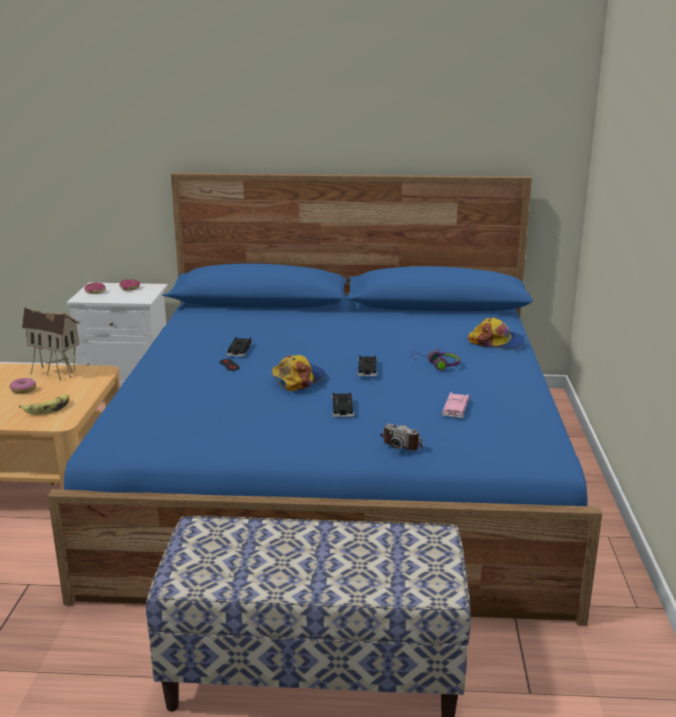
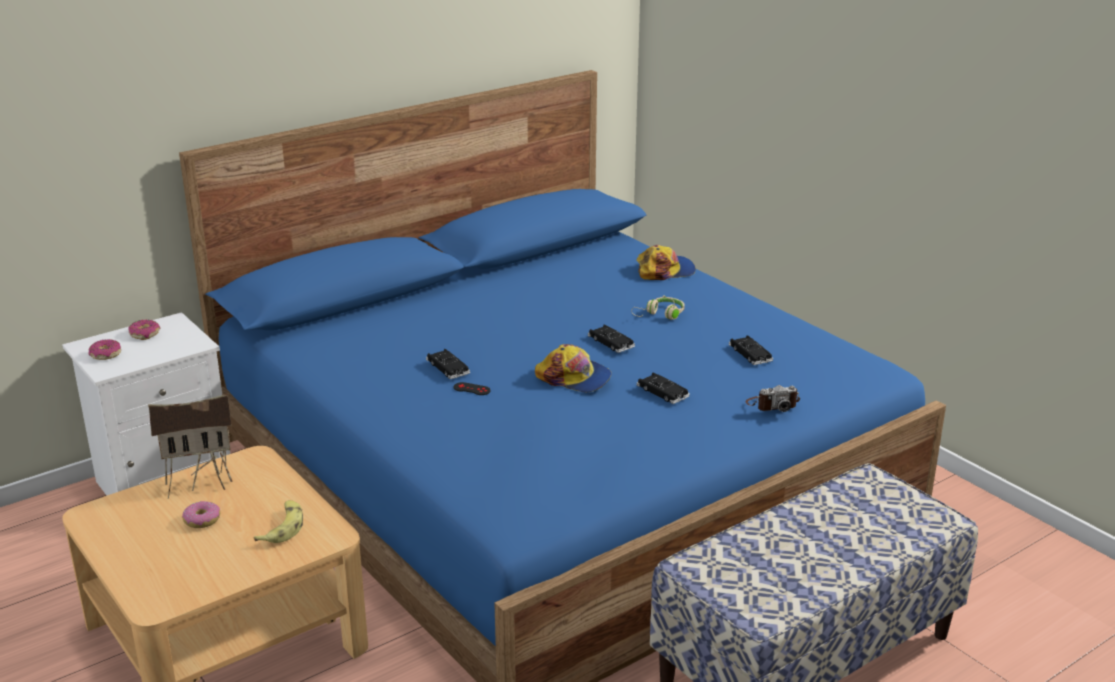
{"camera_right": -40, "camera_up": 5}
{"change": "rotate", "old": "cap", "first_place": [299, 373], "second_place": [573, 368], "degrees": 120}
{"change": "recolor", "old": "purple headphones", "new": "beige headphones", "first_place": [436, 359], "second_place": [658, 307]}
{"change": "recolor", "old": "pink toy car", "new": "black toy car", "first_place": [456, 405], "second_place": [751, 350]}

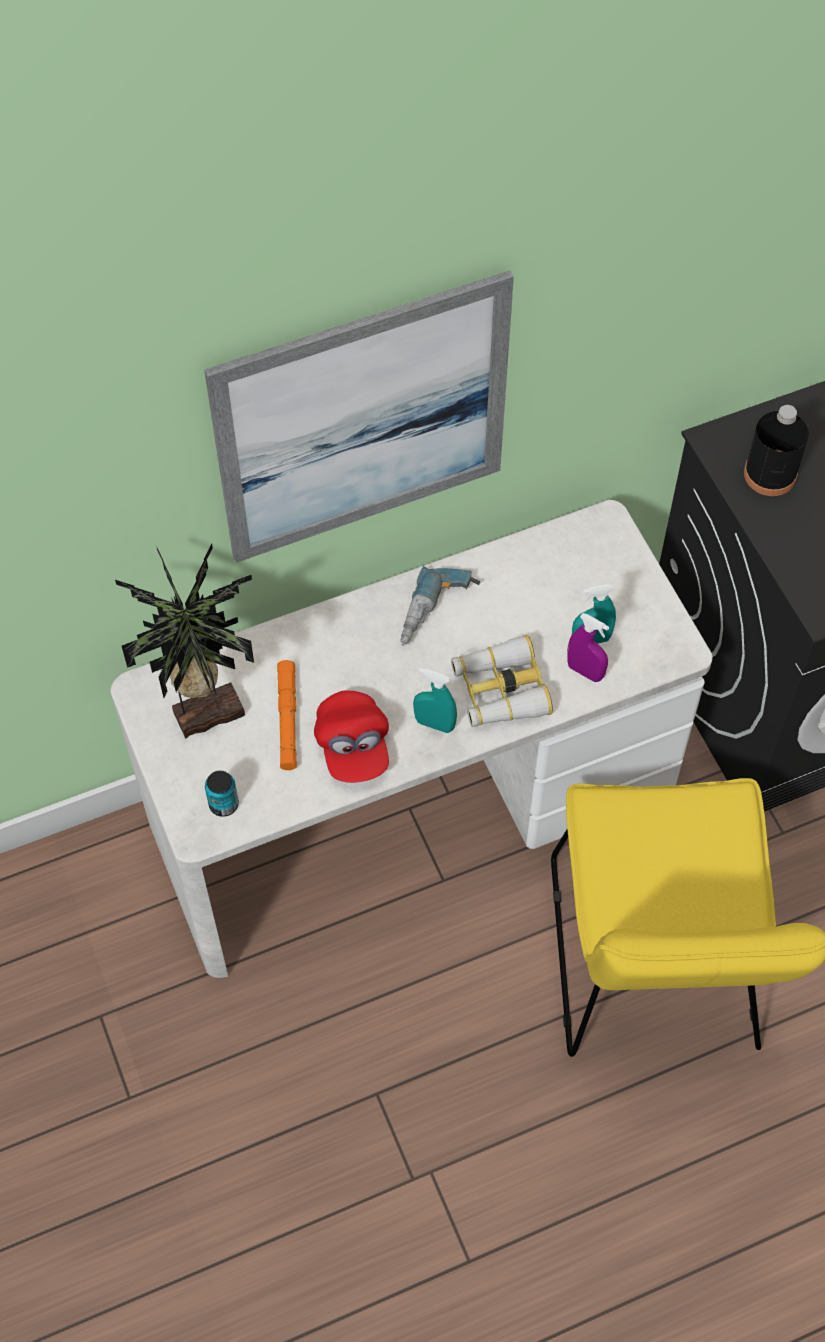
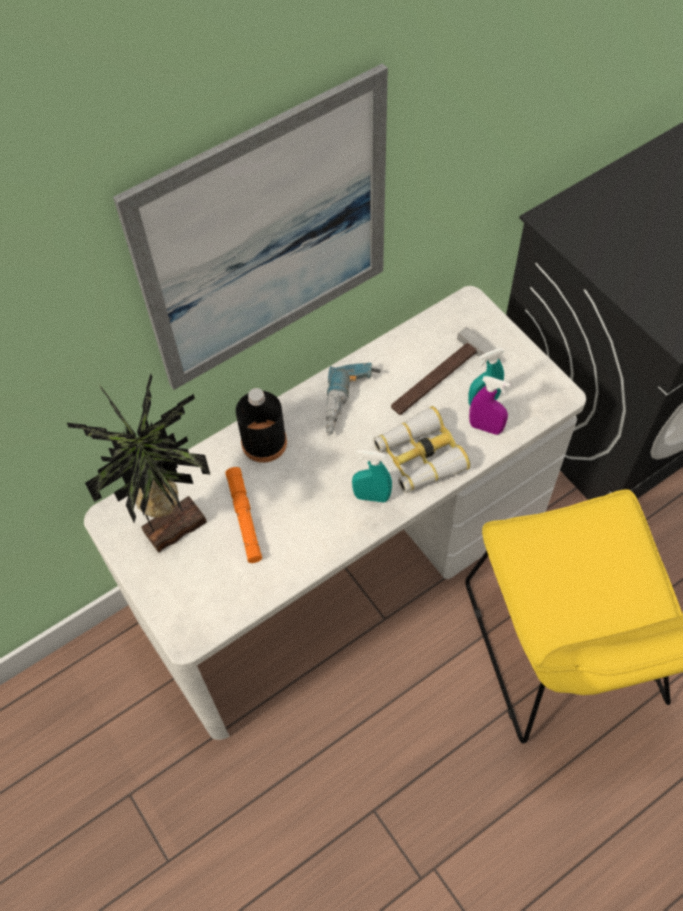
{"camera_right": -10, "camera_up": 0}
{"change": "delete", "old": "can", "first_place": [222, 794]}
{"change": "delete", "old": "red cap", "first_place": [351, 737]}
{"change": "move", "old": "black bottle", "first_place": [776, 450], "second_place": [261, 425]}
{"change": "insert", "new": "hammer", "second_place": [445, 371]}

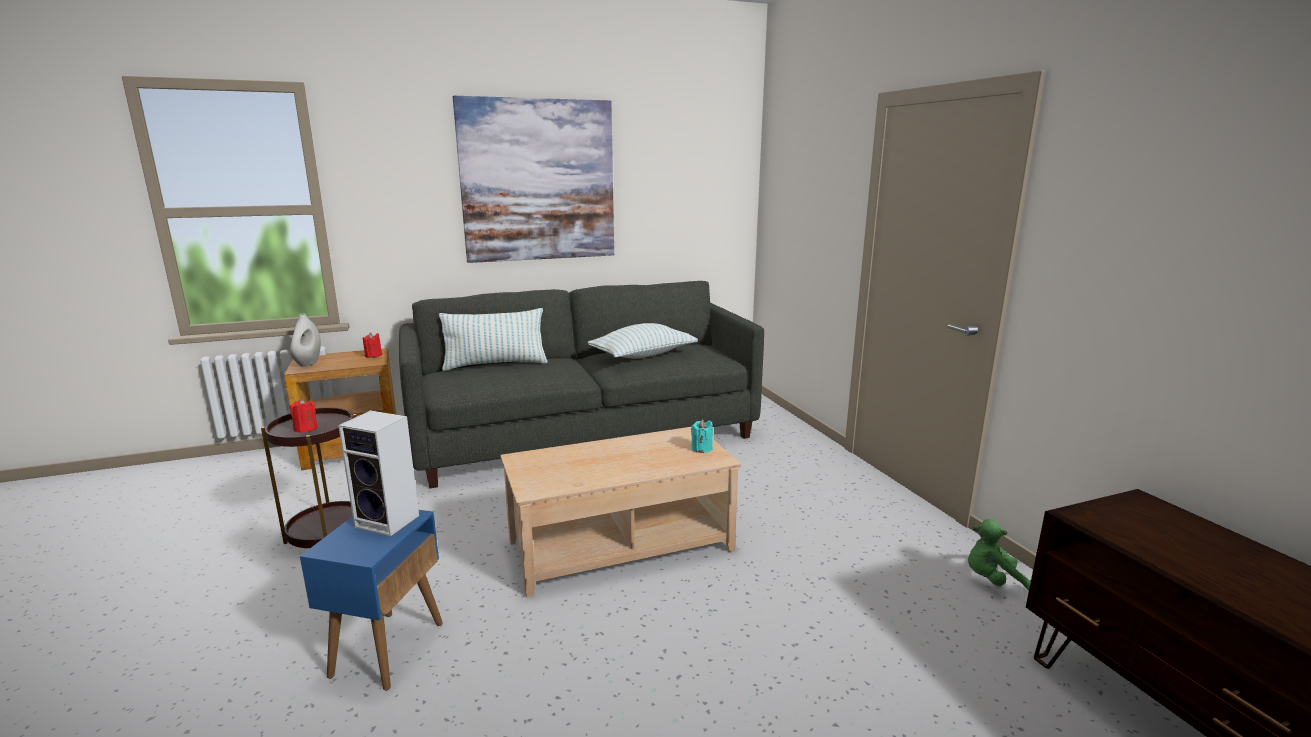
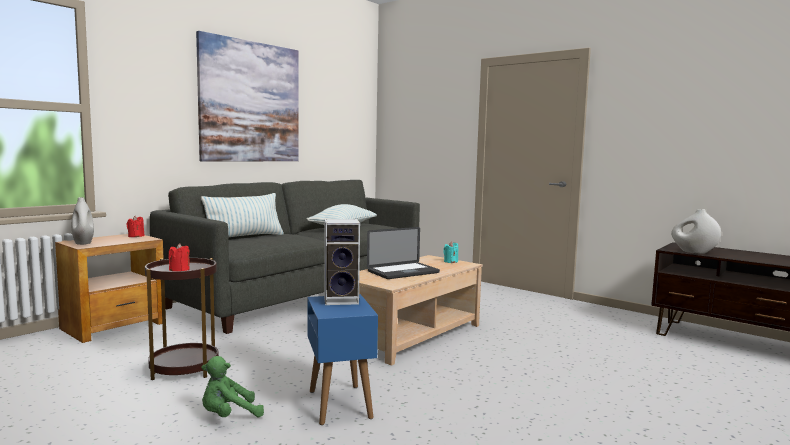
{"camera_right": -30, "camera_up": -10}
{"change": "move", "old": "green plush toy", "first_place": [999, 555], "second_place": [233, 386]}
{"change": "insert", "new": "laptop", "second_place": [403, 253]}
{"change": "insert", "new": "white vase", "second_place": [696, 231]}

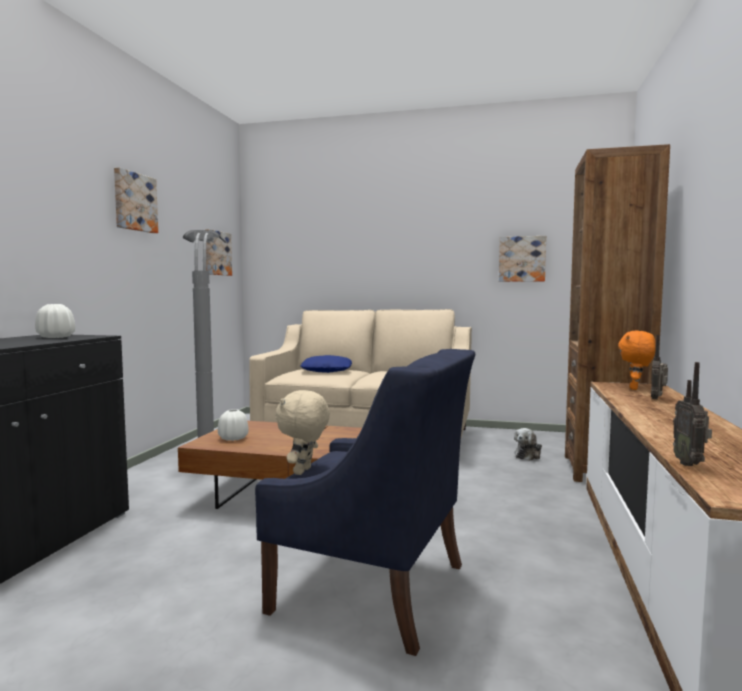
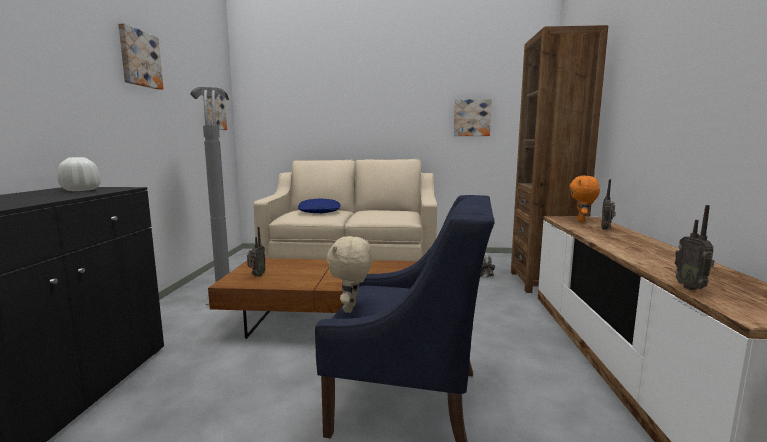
{"camera_right": -10, "camera_up": 5}
{"change": "replace", "old": "white vase", "new": "radio", "first_place": [233, 425], "second_place": [256, 252]}

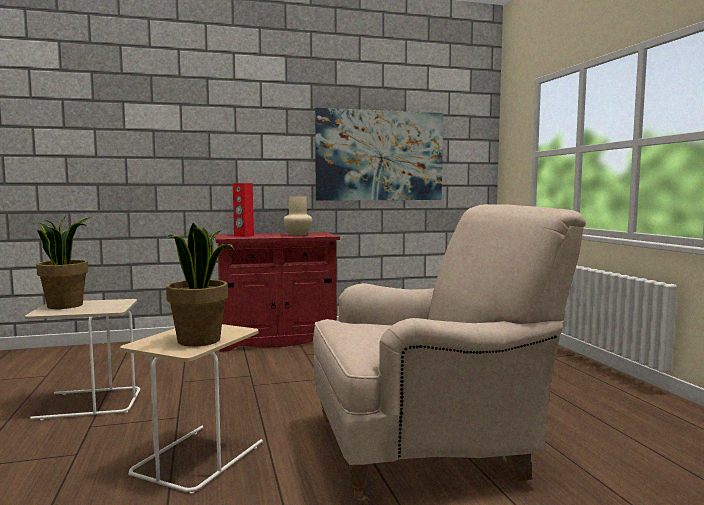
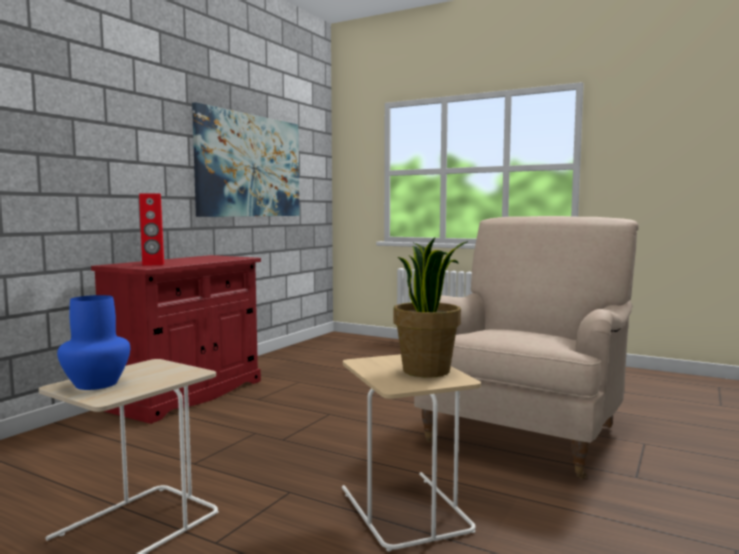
{"camera_right": -45, "camera_up": 0}
{"change": "replace", "old": "potted plant", "new": "blue vase", "first_place": [63, 262], "second_place": [93, 342]}
{"change": "delete", "old": "beige vase", "first_place": [297, 216]}

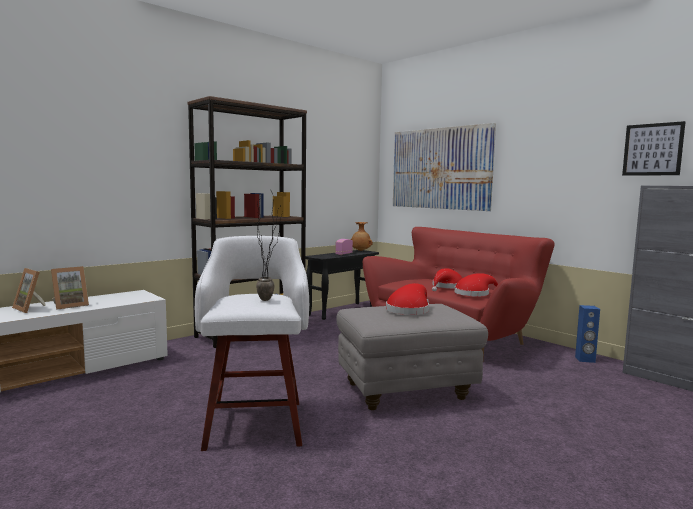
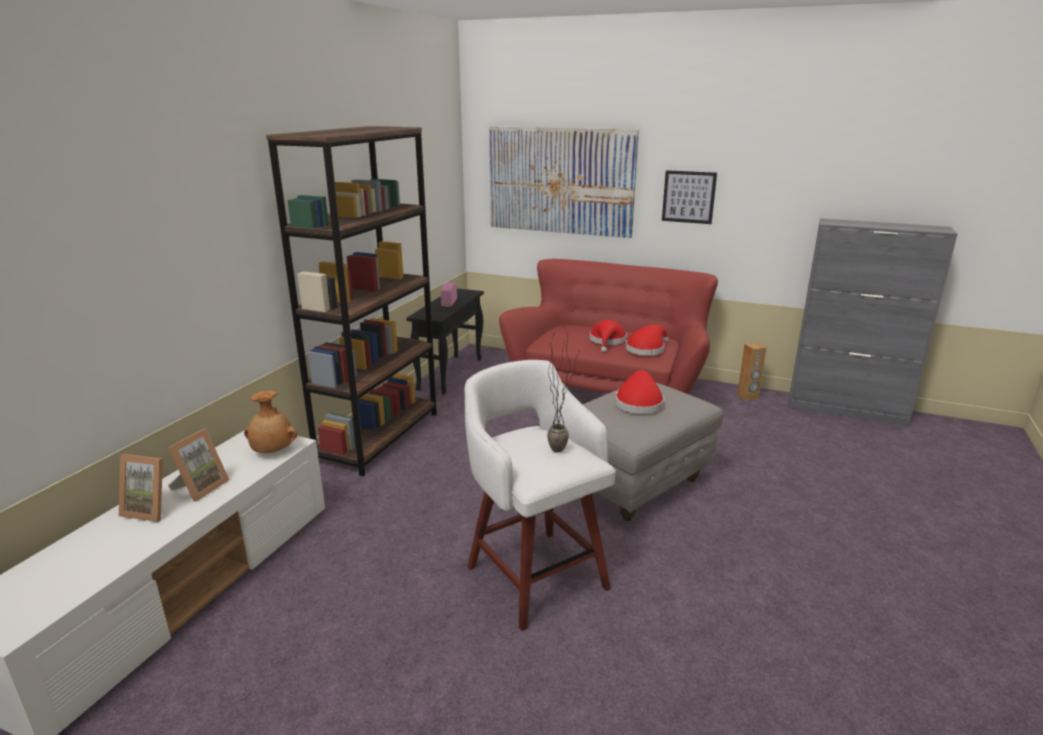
{"camera_right": -25, "camera_up": 15}
{"change": "move", "old": "brown vase", "first_place": [362, 236], "second_place": [270, 422]}
{"change": "recolor", "old": "blue speaker", "new": "brown speaker", "first_place": [587, 334], "second_place": [752, 372]}
{"change": "move", "old": "picture", "first_place": [654, 148], "second_place": [689, 197]}

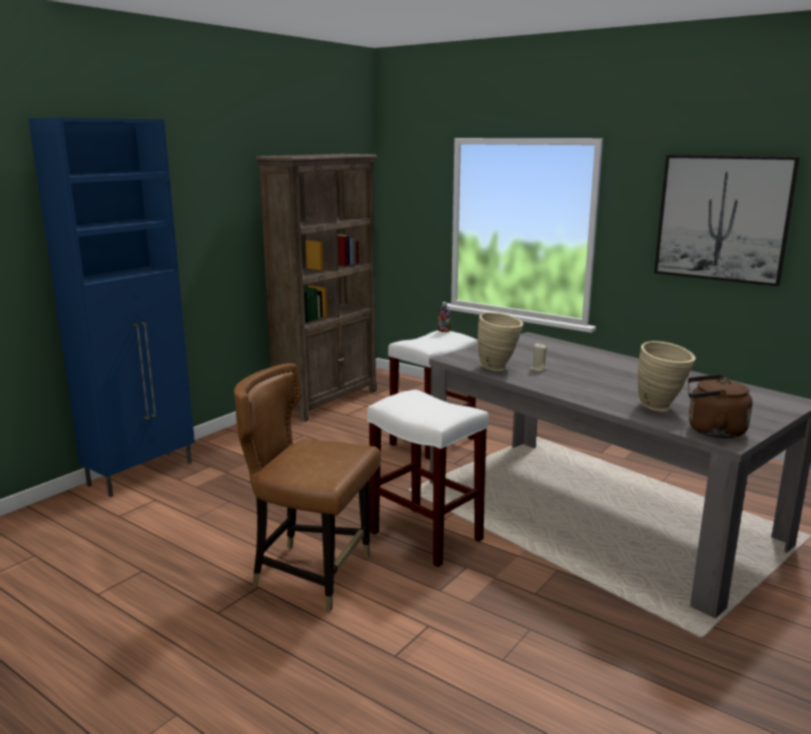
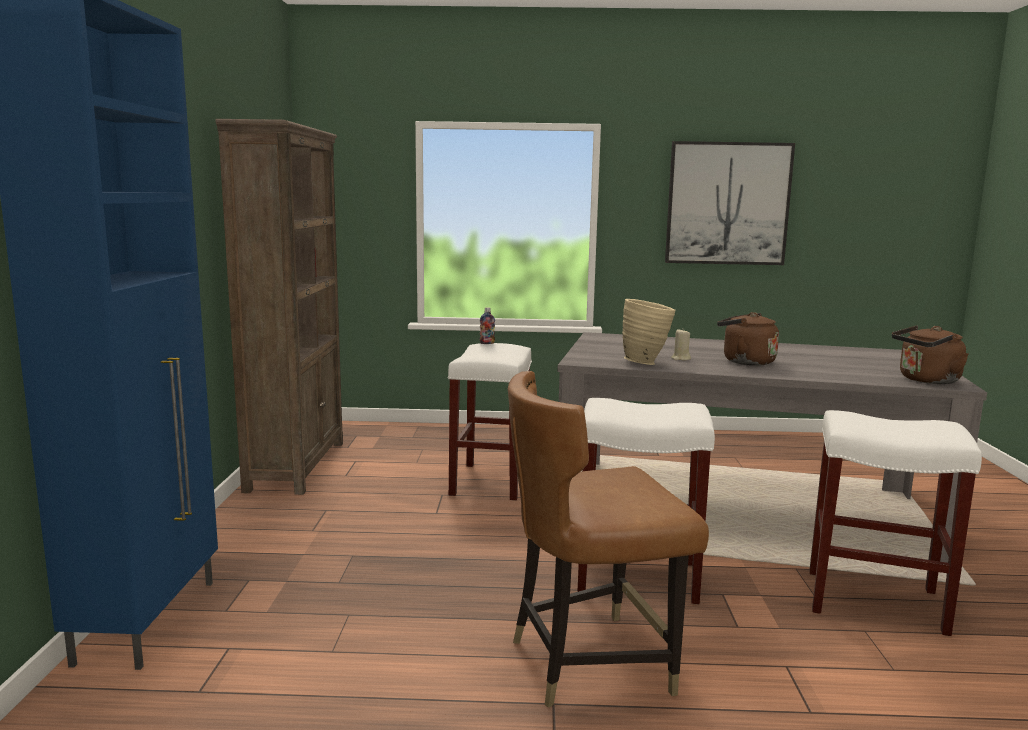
{"camera_right": -35, "camera_up": -5}
{"change": "delete", "old": "beige vase", "first_place": [667, 376]}
{"change": "insert", "new": "brown kettle", "second_place": [748, 339]}
{"change": "insert", "new": "white stool", "second_place": [895, 523]}

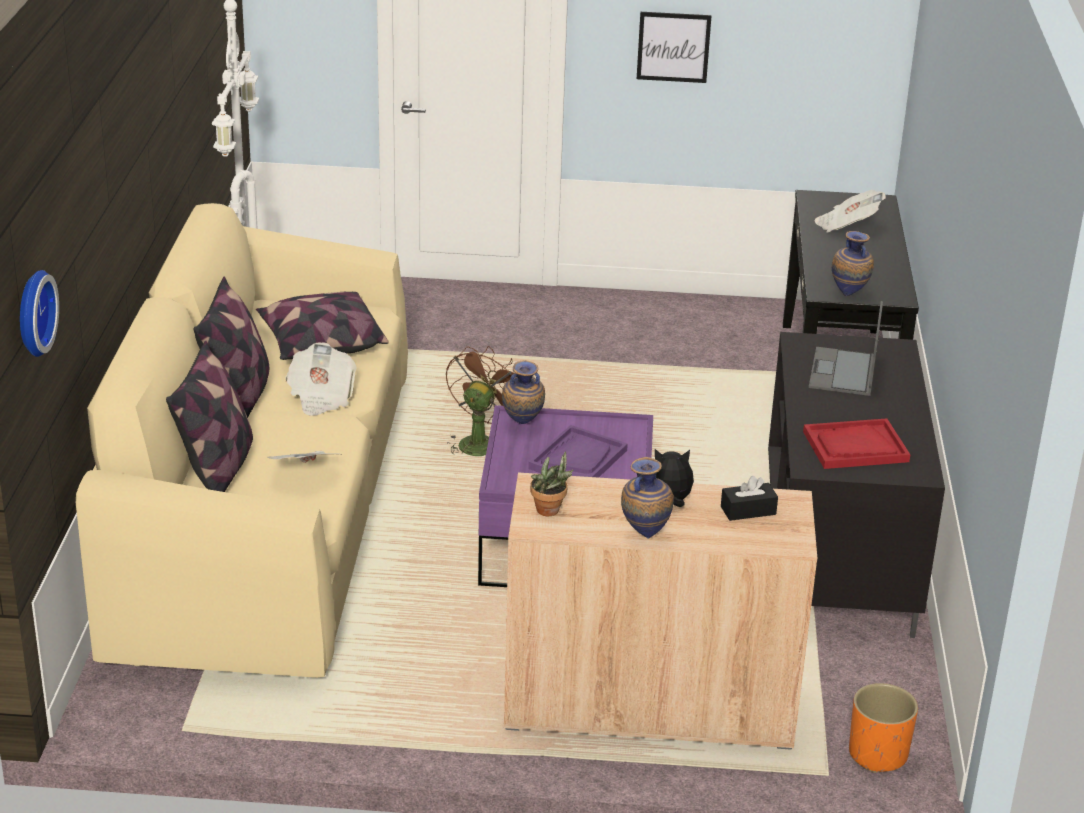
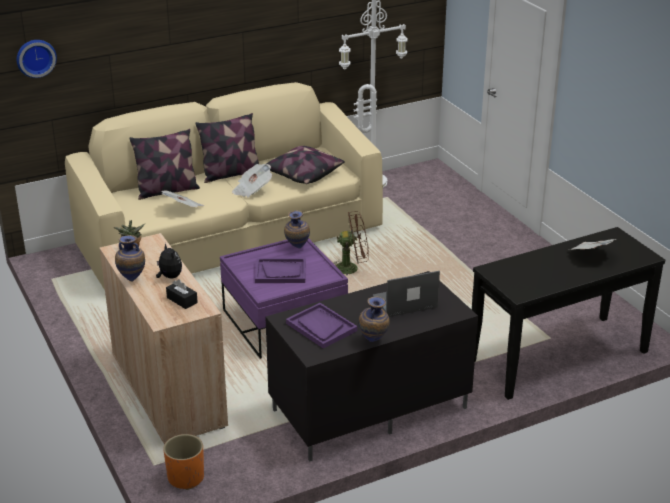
{"camera_right": 60, "camera_up": 0}
{"change": "delete", "old": "picture", "first_place": [674, 47]}
{"change": "recolor", "old": "red tray", "new": "purple tray", "first_place": [857, 443], "second_place": [322, 326]}
{"change": "move", "old": "vase", "first_place": [853, 263], "second_place": [374, 319]}

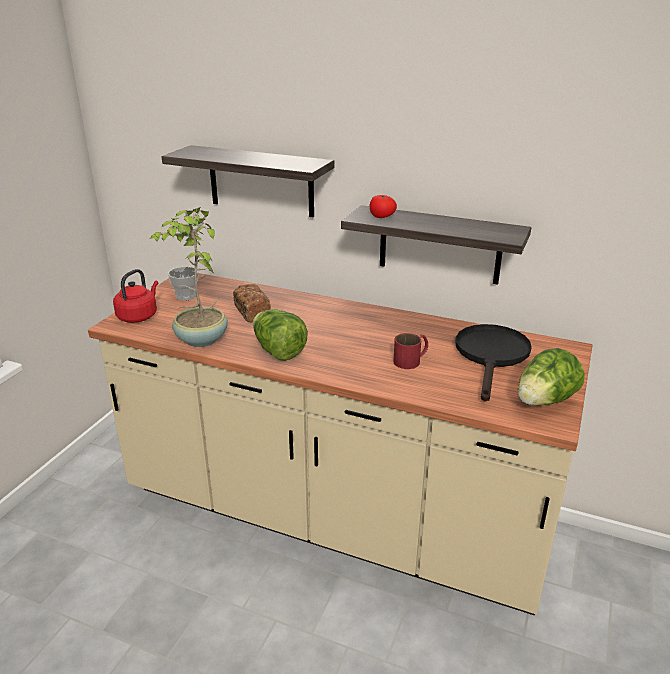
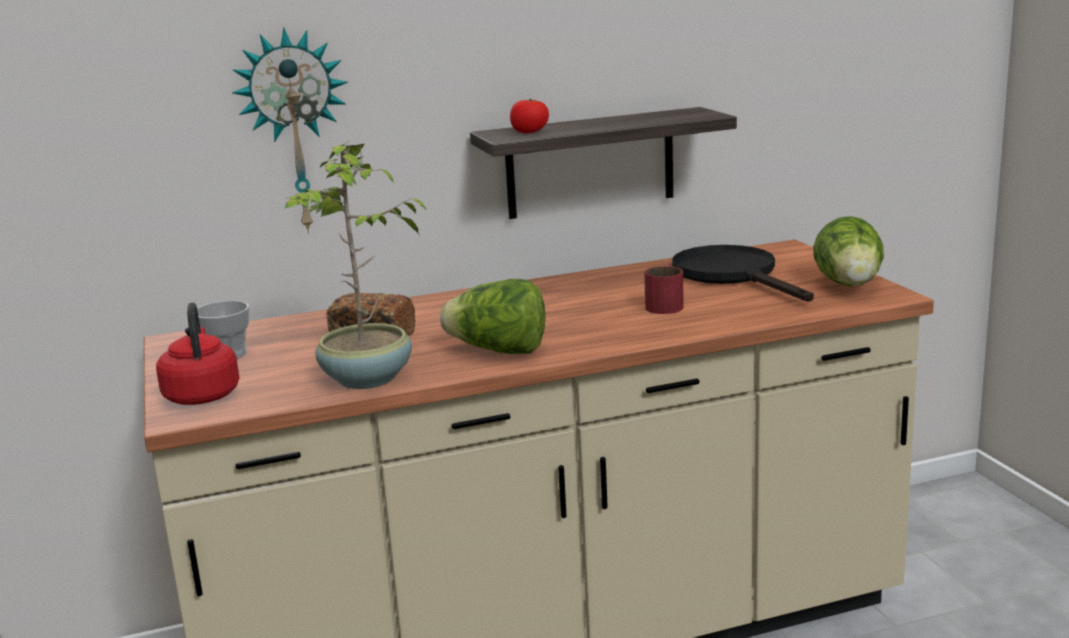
{"camera_right": -40, "camera_up": -10}
{"change": "replace", "old": "shelf", "new": "wall clock", "first_place": [247, 181], "second_place": [290, 130]}

